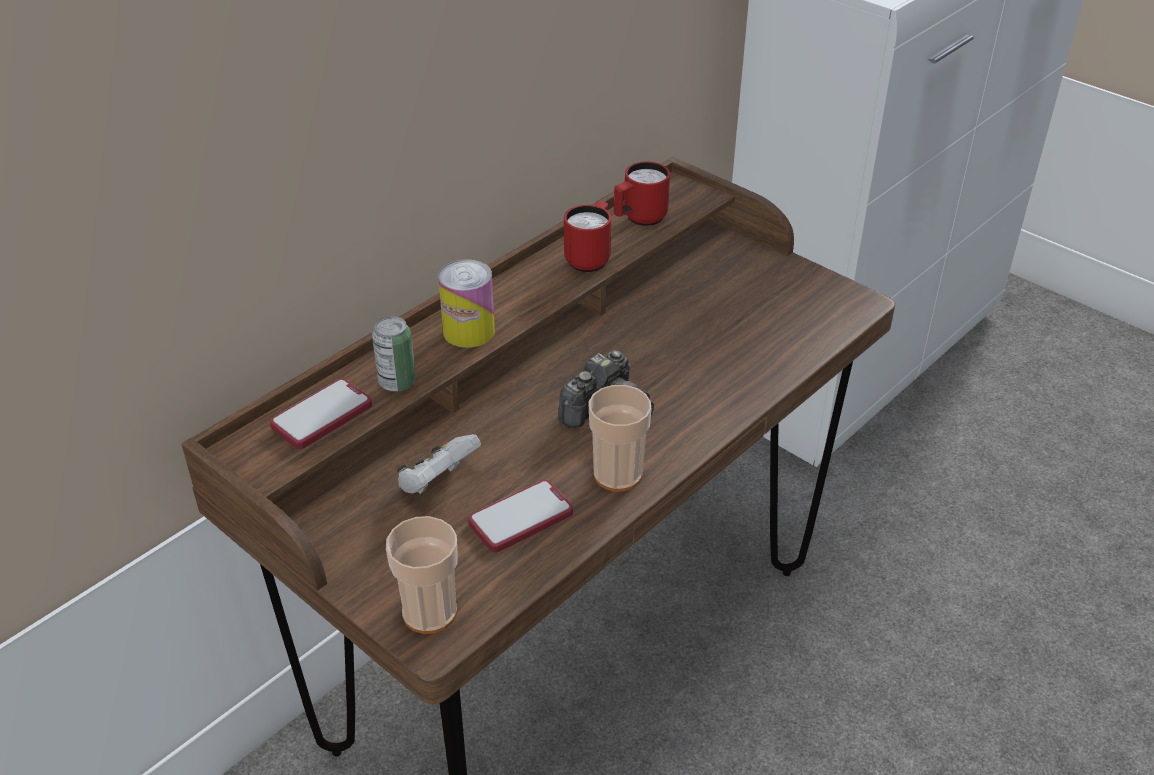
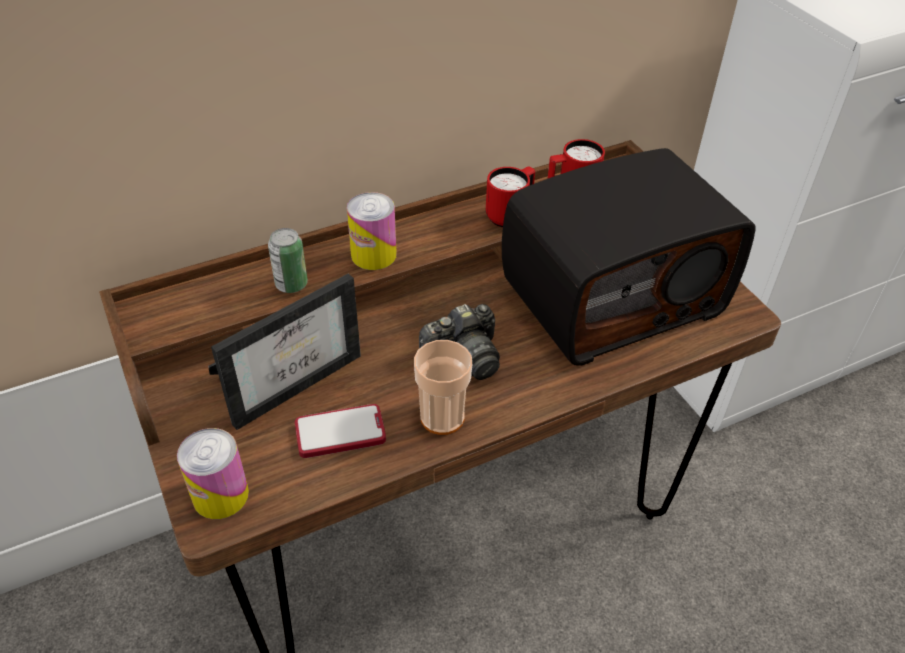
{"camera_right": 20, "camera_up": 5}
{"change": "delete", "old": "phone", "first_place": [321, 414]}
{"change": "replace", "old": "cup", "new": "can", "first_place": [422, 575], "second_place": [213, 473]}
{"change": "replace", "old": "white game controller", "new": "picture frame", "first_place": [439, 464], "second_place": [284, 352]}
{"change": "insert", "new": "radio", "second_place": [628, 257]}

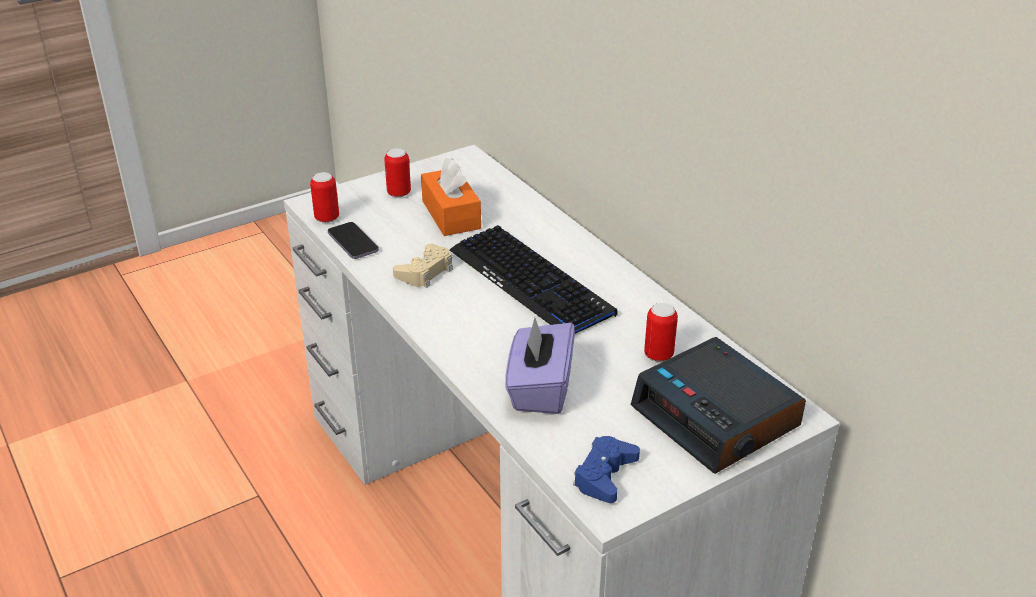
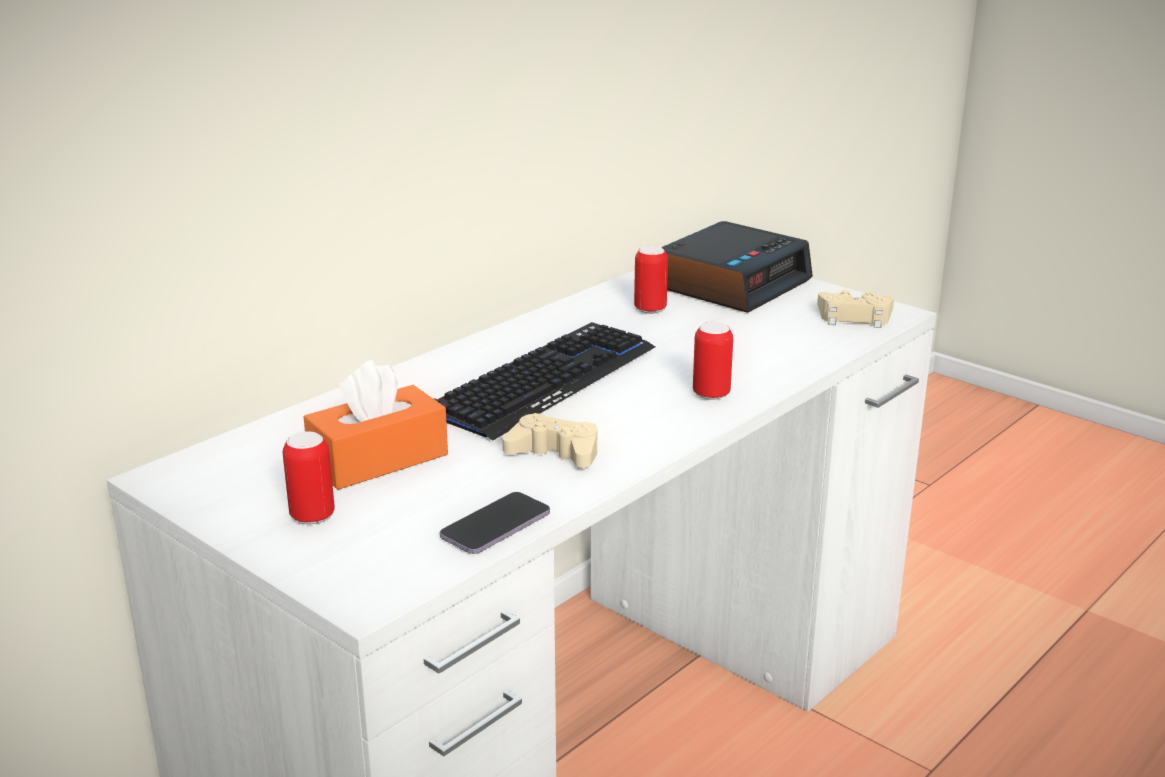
{"camera_right": -105, "camera_up": -10}
{"change": "move", "old": "can", "first_place": [324, 197], "second_place": [713, 361]}
{"change": "delete", "old": "purple tissue box", "first_place": [540, 365]}
{"change": "recolor", "old": "blue game controller", "new": "beige game controller", "first_place": [606, 469], "second_place": [855, 309]}

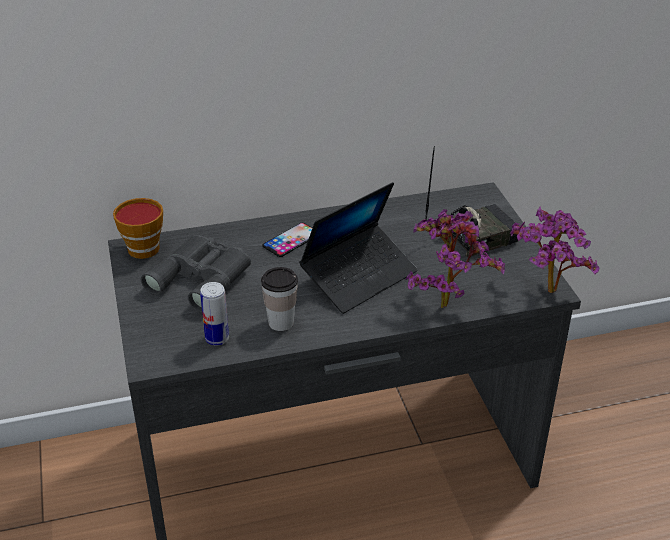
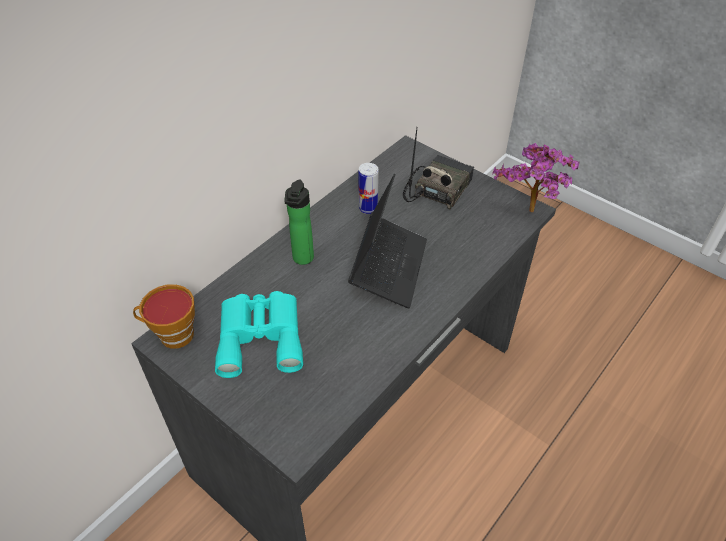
{"camera_right": -35, "camera_up": 10}
{"change": "recolor", "old": "grey binoculars", "new": "turquoise binoculars", "first_place": [196, 274], "second_place": [259, 334]}
{"change": "move", "old": "can", "first_place": [214, 313], "second_place": [368, 188]}
{"change": "delete", "old": "cup", "first_place": [279, 299]}
{"change": "replace", "old": "phone", "new": "bottle", "first_place": [287, 240], "second_place": [299, 222]}
{"change": "delete", "old": "potted plant", "first_place": [455, 258]}

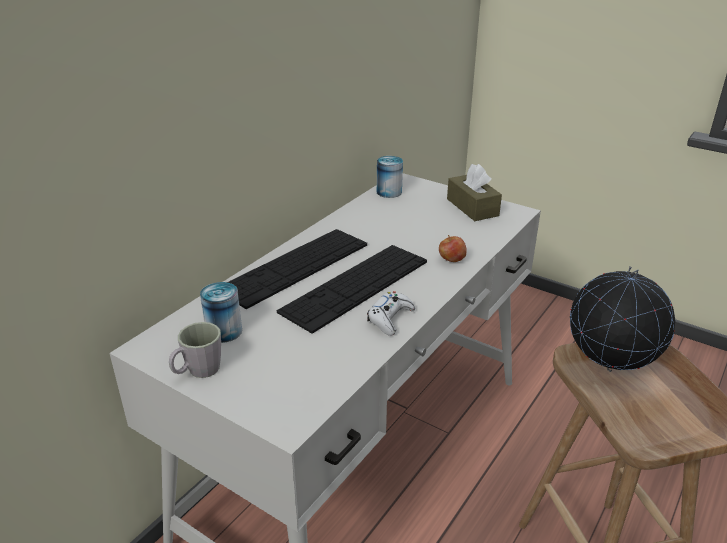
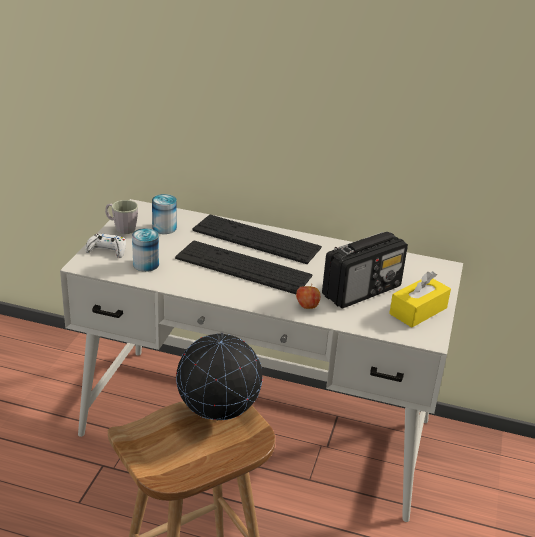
{"camera_right": 70, "camera_up": 0}
{"change": "move", "old": "white game controller", "first_place": [391, 313], "second_place": [105, 246]}
{"change": "move", "old": "can", "first_place": [390, 177], "second_place": [145, 250]}
{"change": "recolor", "old": "brown tissue box", "new": "yellow tissue box", "first_place": [474, 192], "second_place": [420, 299]}
{"change": "insert", "new": "radio", "second_place": [365, 270]}

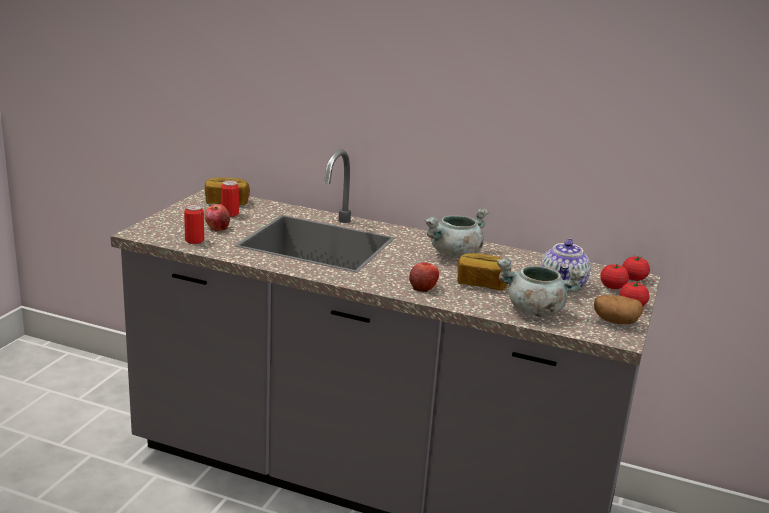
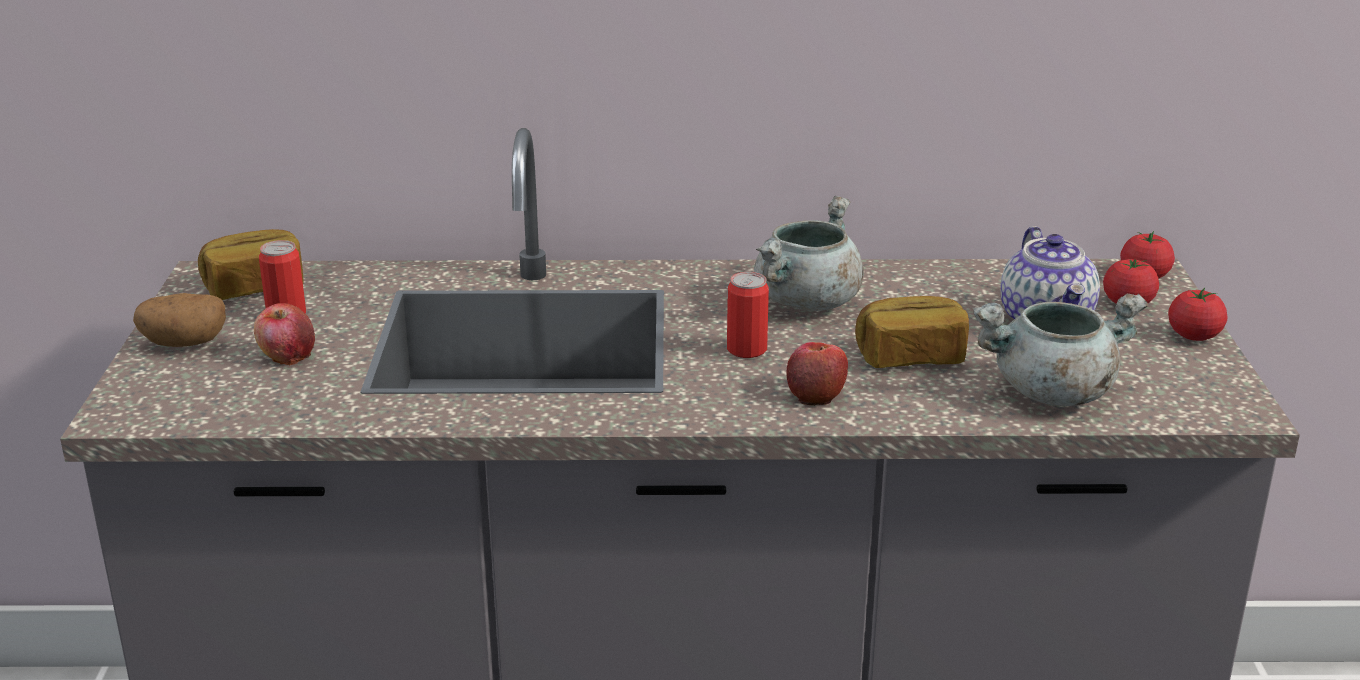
{"camera_right": -20, "camera_up": 5}
{"change": "move", "old": "can", "first_place": [194, 224], "second_place": [748, 315]}
{"change": "move", "old": "potato", "first_place": [618, 309], "second_place": [179, 320]}

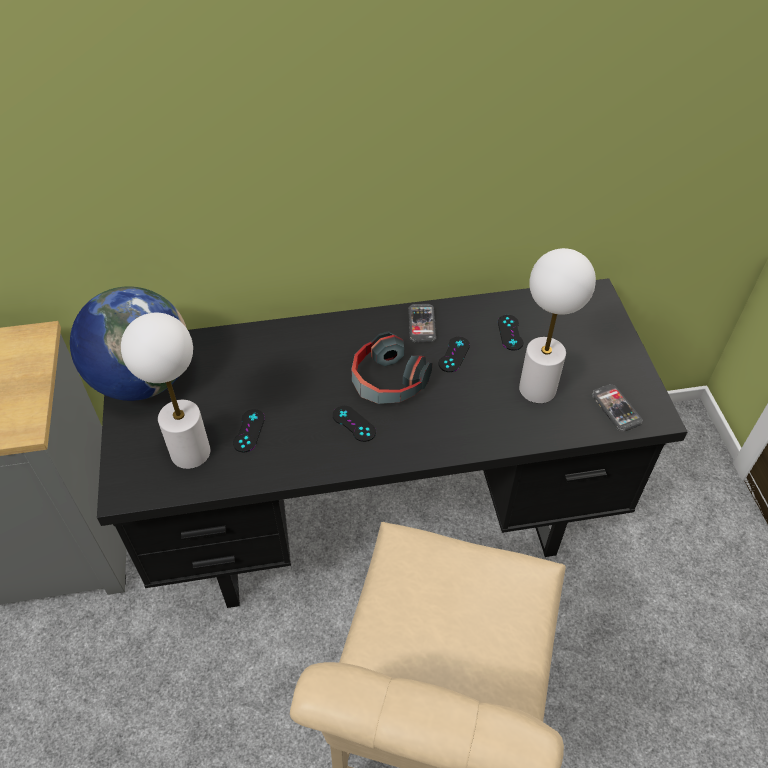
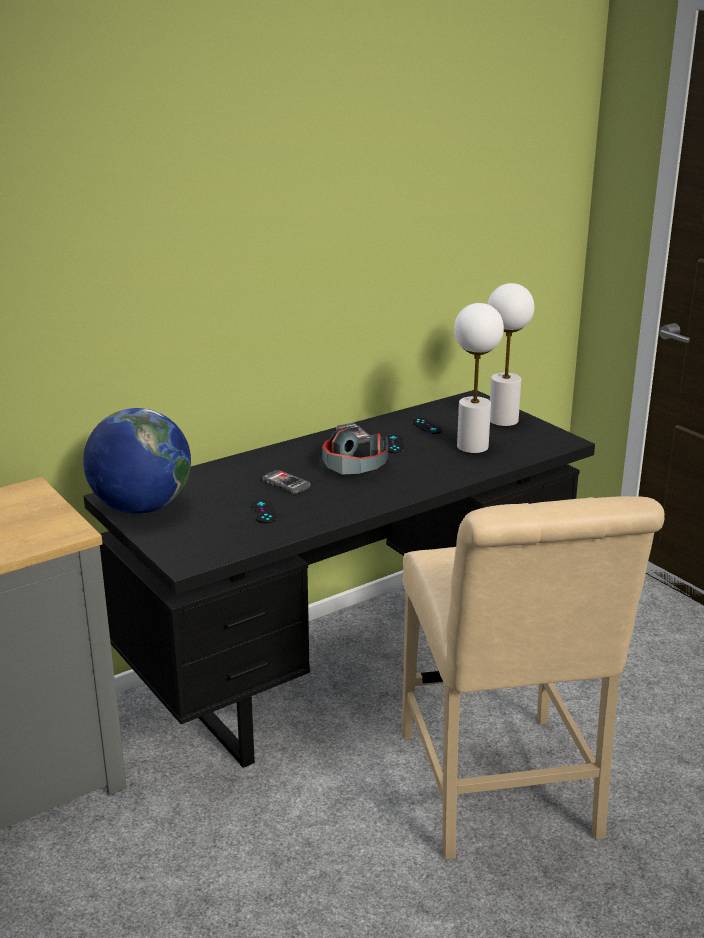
{"camera_right": -25, "camera_up": -25}
{"change": "move", "old": "white table lamp", "first_place": [165, 391], "second_place": [511, 354]}
{"change": "delete", "old": "black game controller", "first_place": [354, 424]}
{"change": "move", "old": "phone", "first_place": [617, 408], "second_place": [286, 482]}

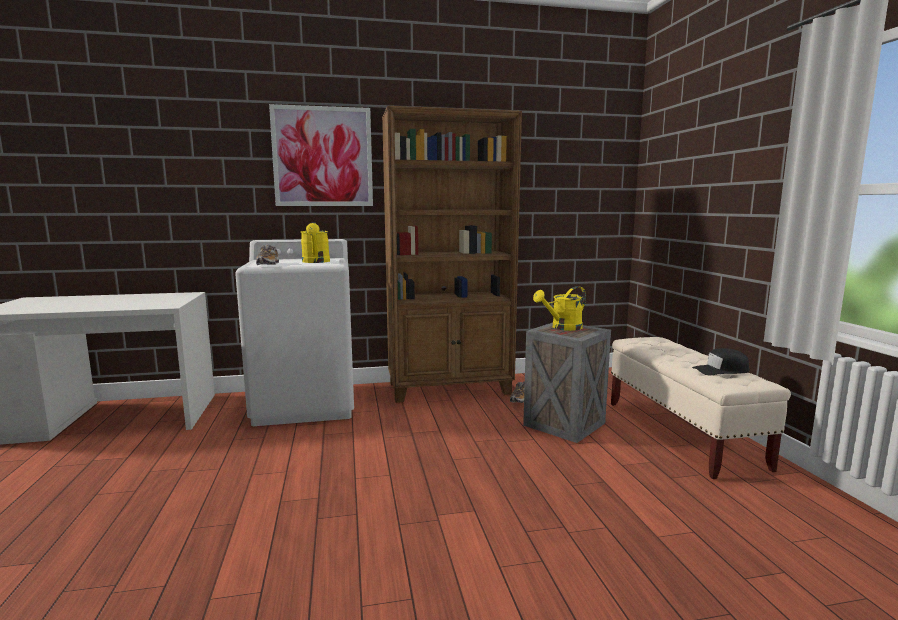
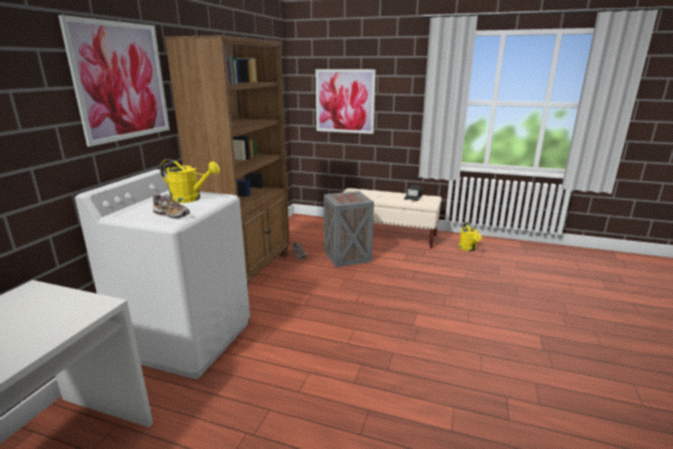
{"camera_right": -60, "camera_up": 10}
{"change": "move", "old": "yellow watering can", "first_place": [559, 308], "second_place": [470, 236]}
{"change": "insert", "new": "picture", "second_place": [345, 101]}

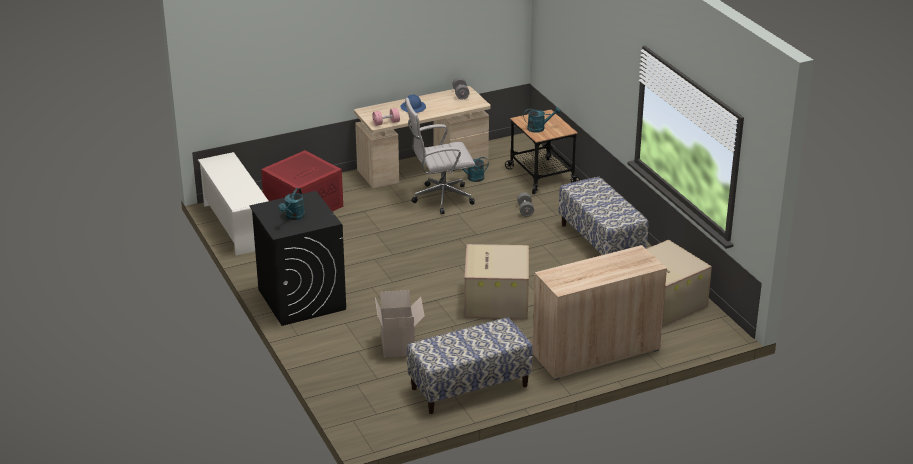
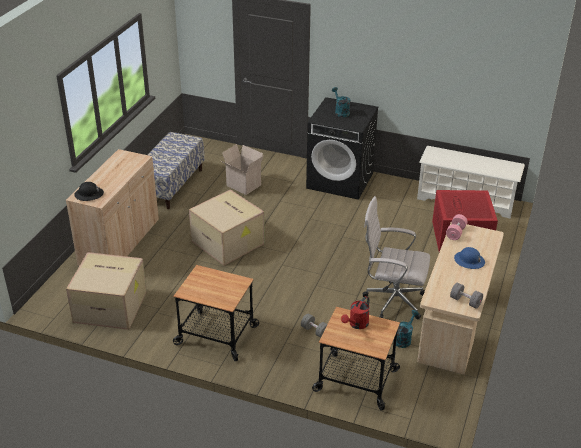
{"camera_right": 135, "camera_up": 5}
{"change": "rotate", "old": "white office chair", "first_place": [440, 155], "second_place": [396, 258], "degrees": -105}
{"change": "recolor", "old": "turquoise watering can", "new": "red watering can", "first_place": [542, 120], "second_place": [355, 312]}
{"change": "replace", "old": "bench", "new": "cart", "first_place": [603, 216], "second_place": [216, 313]}
{"change": "insert", "new": "black hard hat", "second_place": [89, 191]}

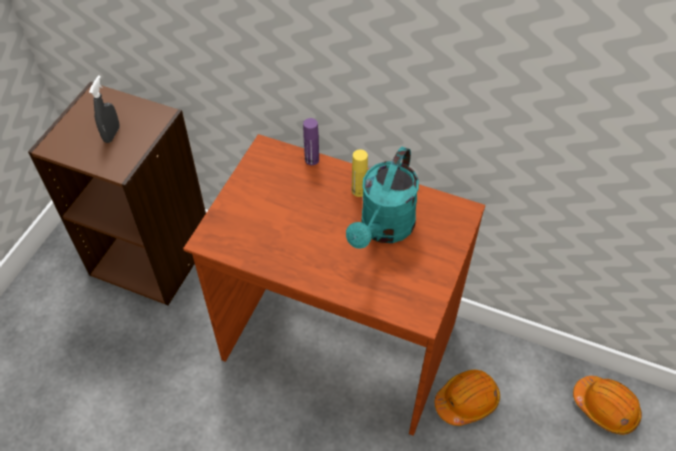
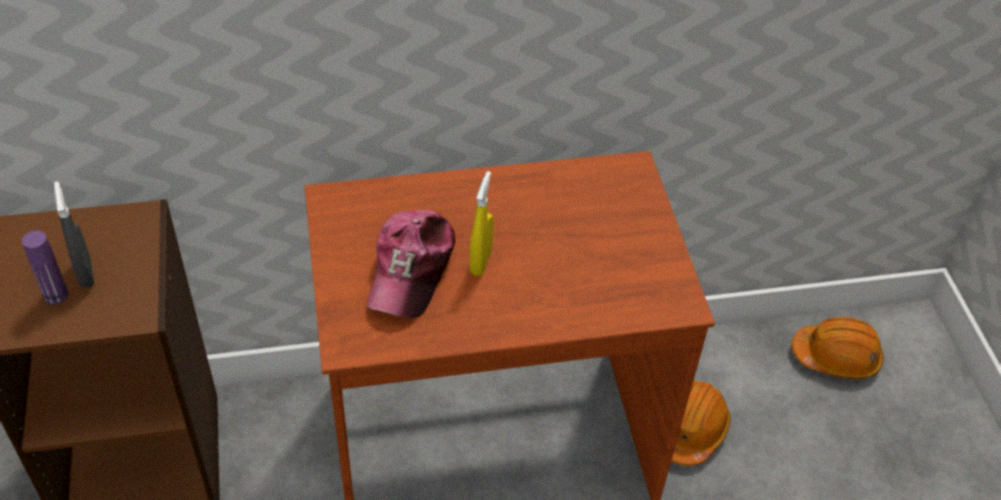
{"camera_right": -35, "camera_up": -5}
{"change": "move", "old": "purple bottle", "first_place": [311, 141], "second_place": [45, 268]}
{"change": "delete", "old": "turquoise watering can", "first_place": [382, 198]}
{"change": "delete", "old": "yellow bottle", "first_place": [360, 173]}
{"change": "insert", "new": "cap", "second_place": [411, 264]}
{"change": "insert", "new": "yellow spray bottle", "second_place": [481, 223]}

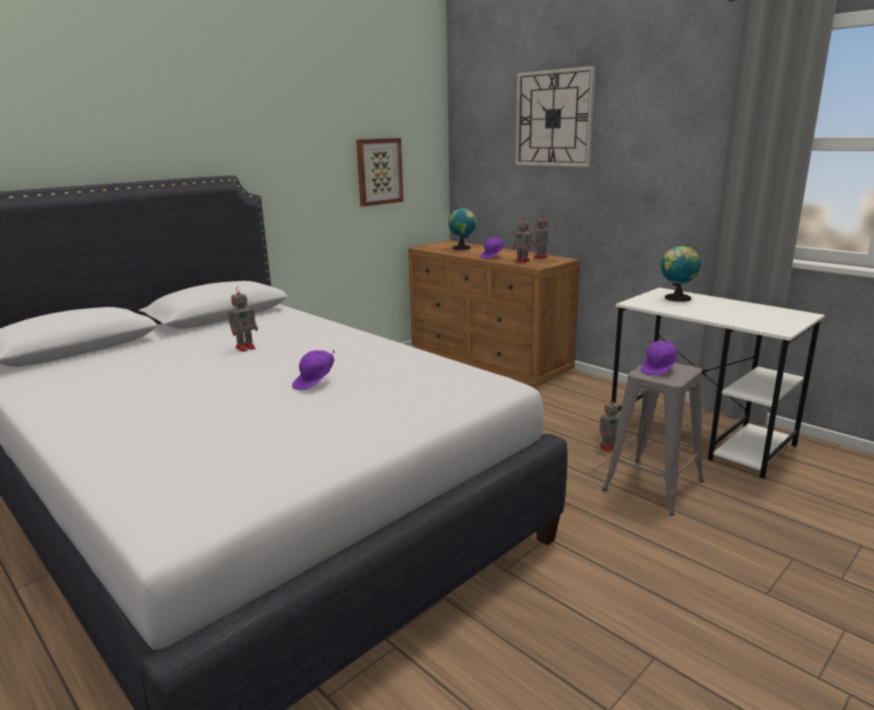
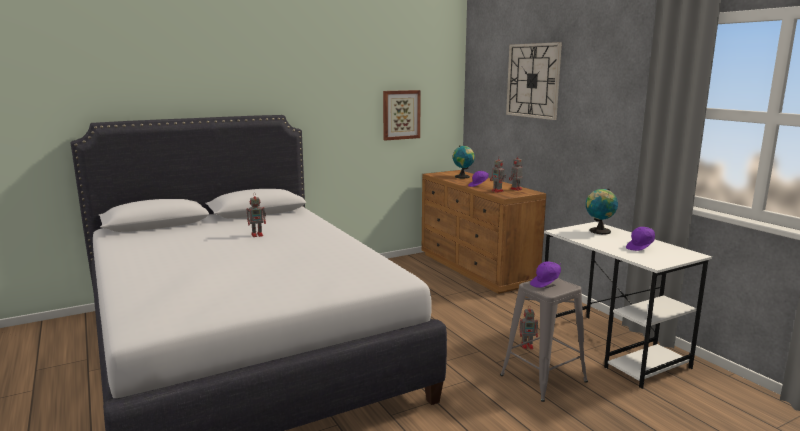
{"camera_right": 15, "camera_up": -5}
{"change": "move", "old": "purple cap", "first_place": [313, 370], "second_place": [640, 239]}

